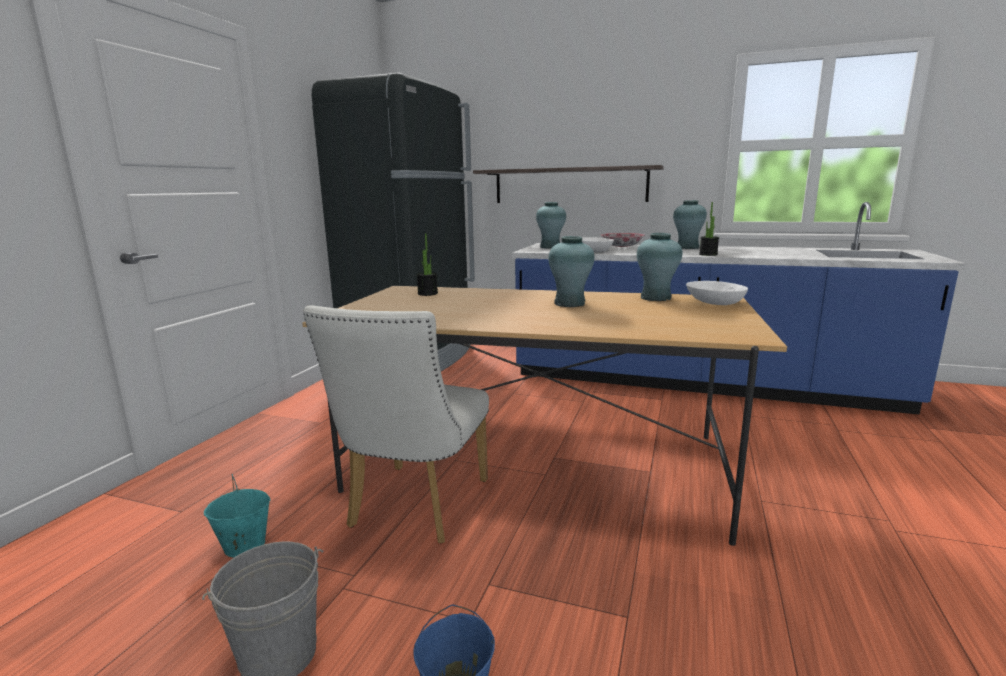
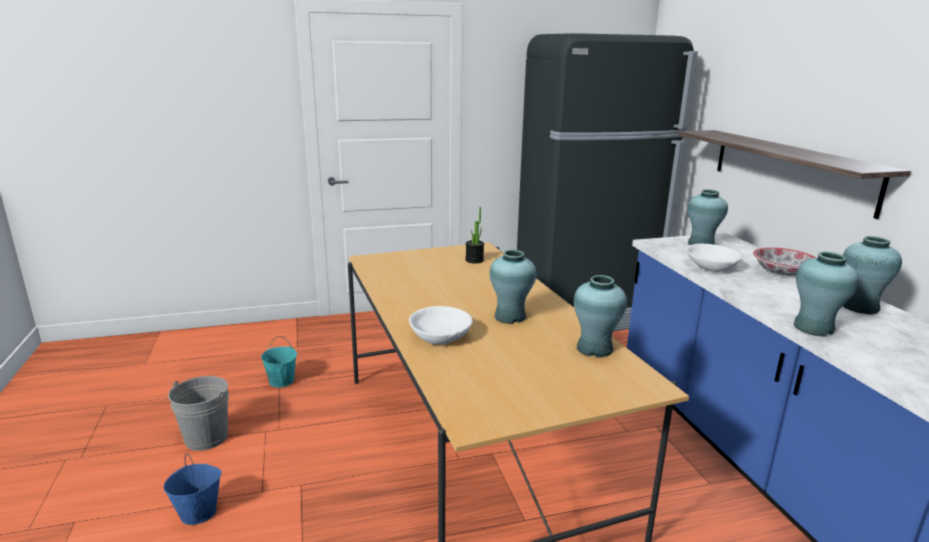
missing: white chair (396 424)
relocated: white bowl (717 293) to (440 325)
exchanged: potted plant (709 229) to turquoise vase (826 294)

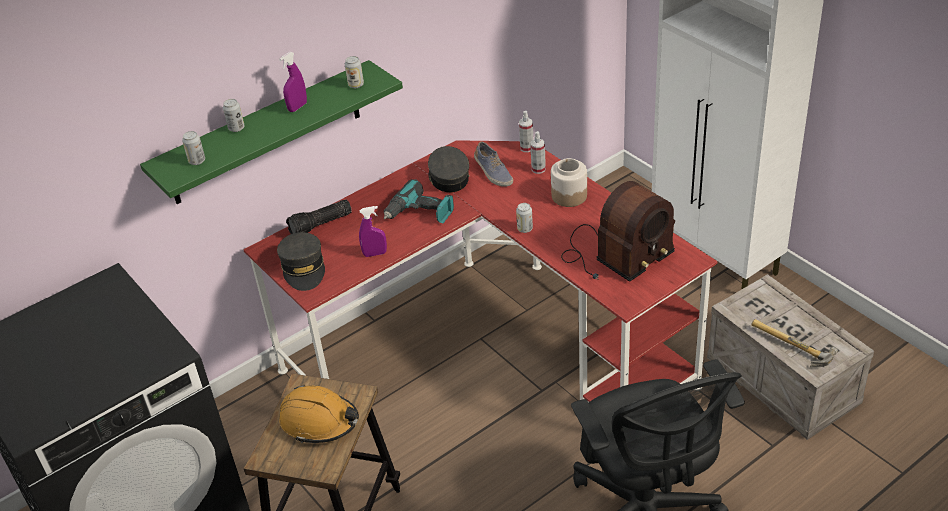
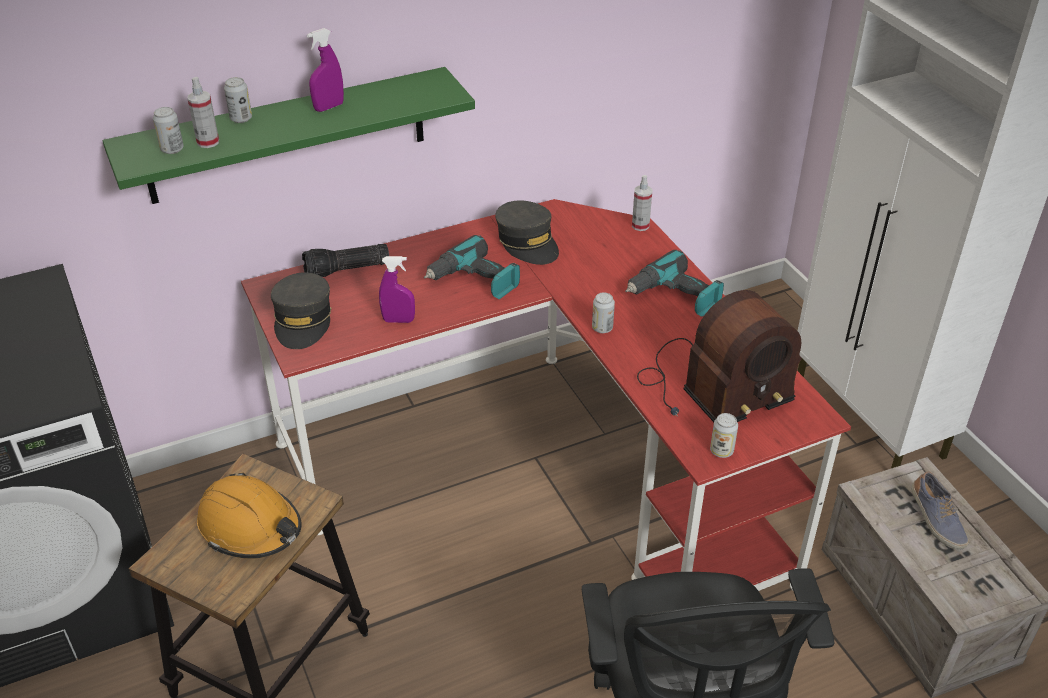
missing: hammer (794 343)
relocated: can (354 72) to (724 435); spray bottle (538 152) to (203 112); shoe (493 164) to (940 511)
exchanged: jar (569 182) to power drill (674 283)
spun: grey cap (449 169) = (527 233) 150 degrees clockwise

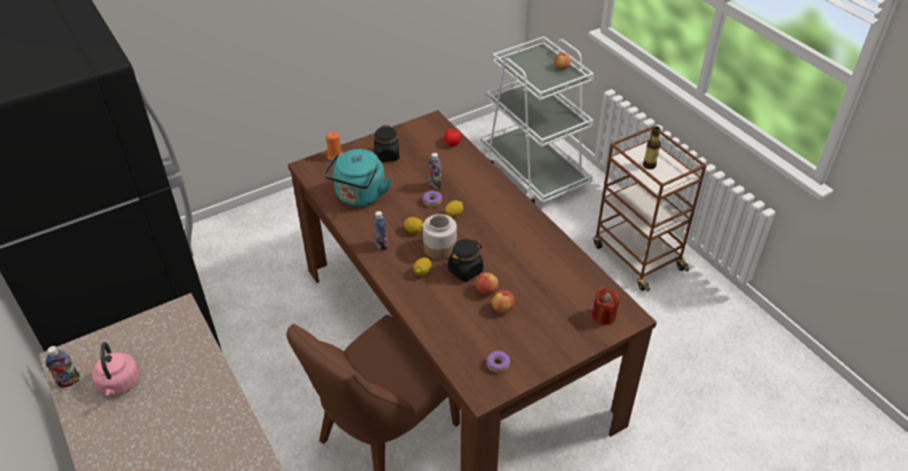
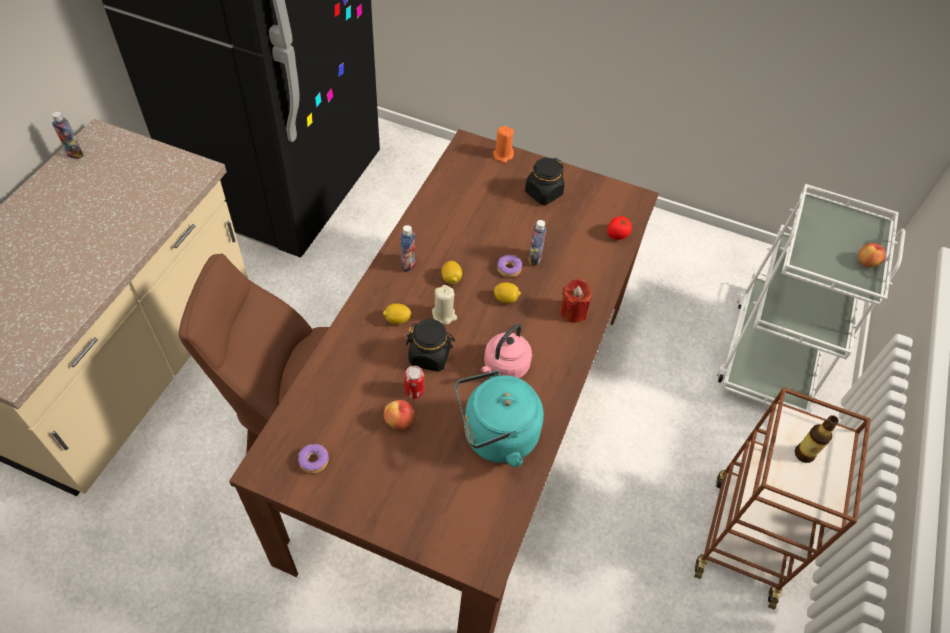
relocated: turquoise kettle (358 178) to (499 418); red candle (606 306) to (576 301); pink kettle (115 369) to (506 350)
exchanged: jar (440 237) to beige candle (444 305); apple (486 284) to can (414 382)

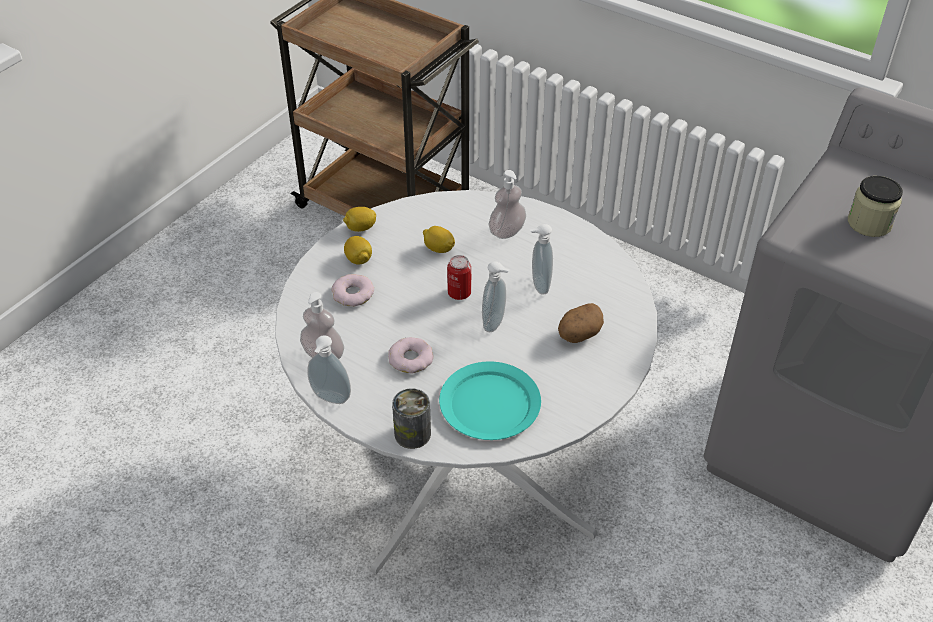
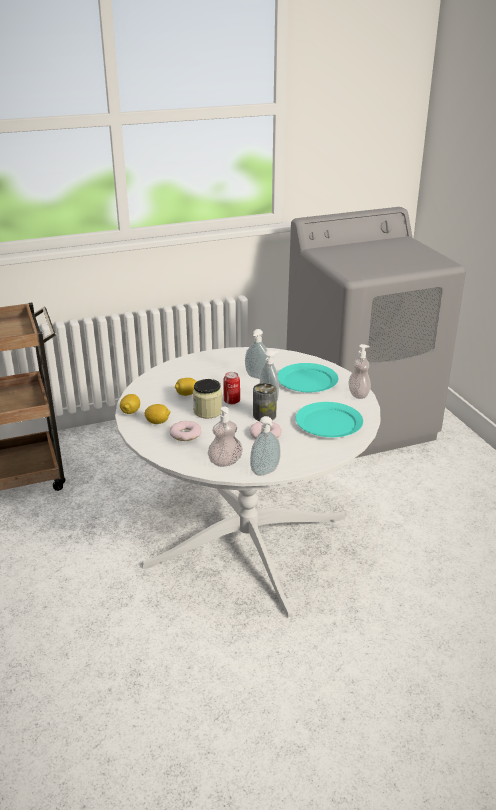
relocated: soap dispenser (507 204) to (359 371); jar (875 206) to (207 399); can (411 419) to (265 402)
exchanged: potato (581 323) to turquoise plate (307 378)

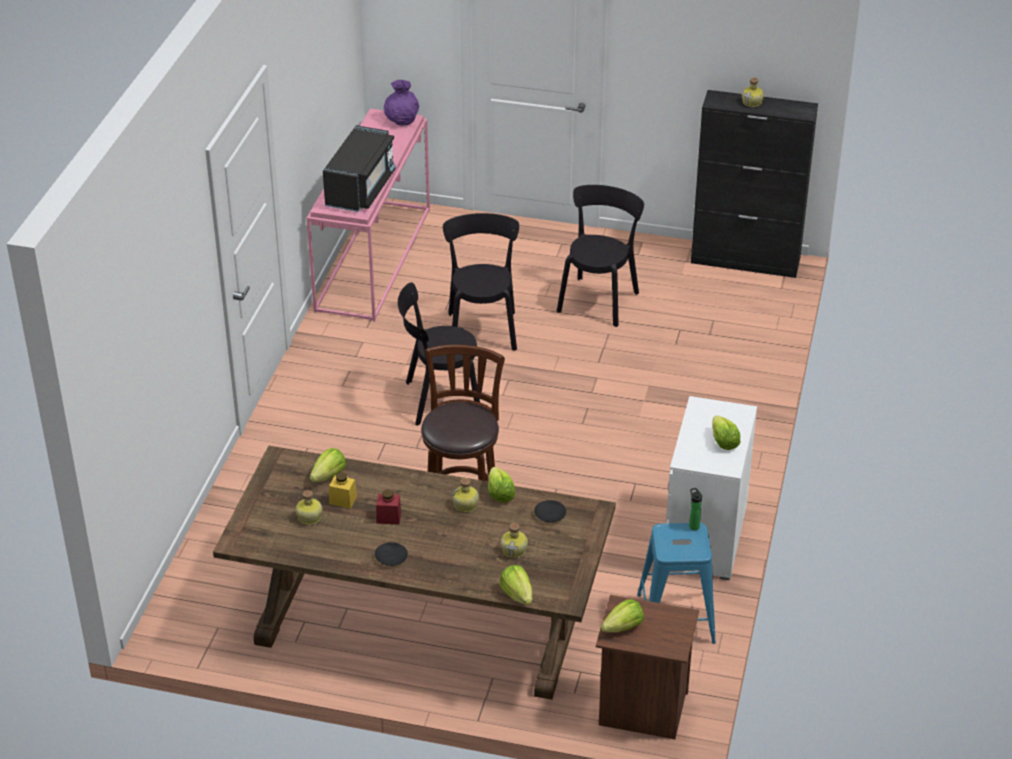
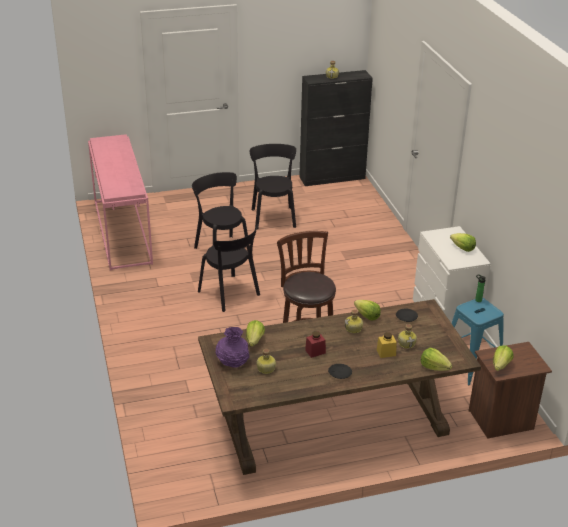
missing: black microwave (359 168)
relocated: purple vase (401 103) to (232 347); yellow jar (343 490) to (387 345)
spun: black chair (439 354) = (229 267) 90 degrees counterclockwise

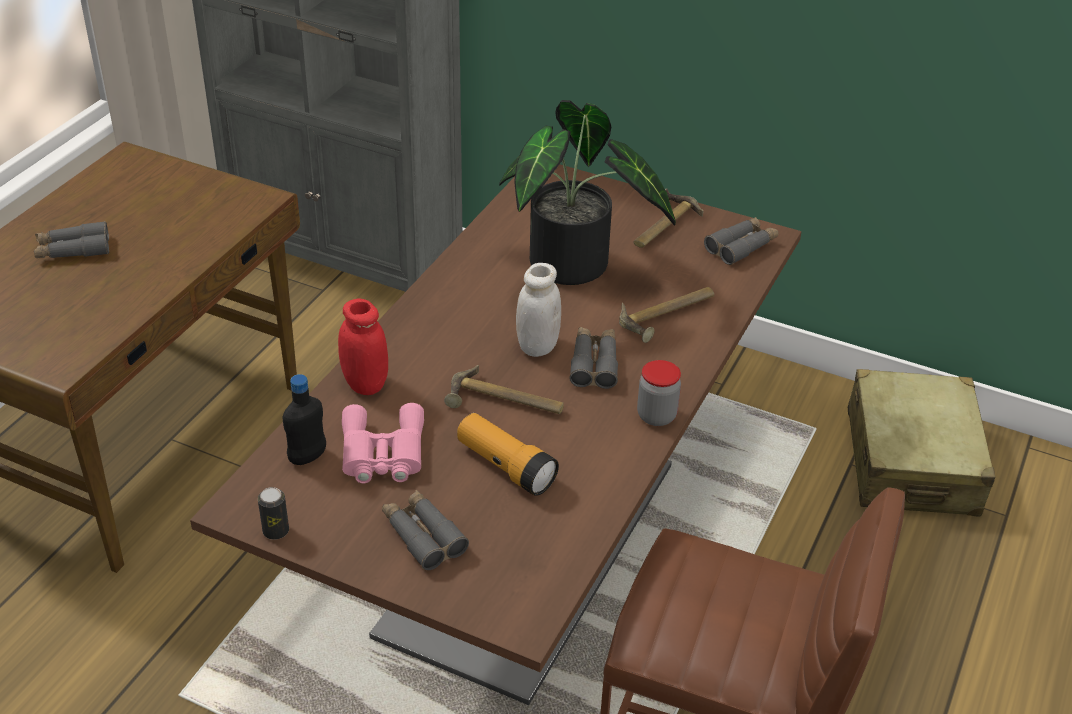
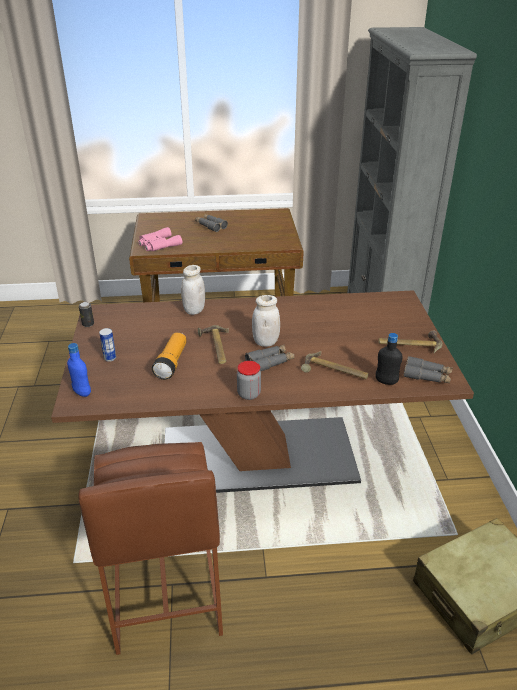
missing: potted plant (587 192)
appeared: blue bottle (79 370)
relocated: black bottle (304 419) to (389 359); pink binoculars (383 443) to (160 239)
exchanged: grey binoculars (425 530) to can (107 345)
colour: red jar (363 347) to white jar (193 290)

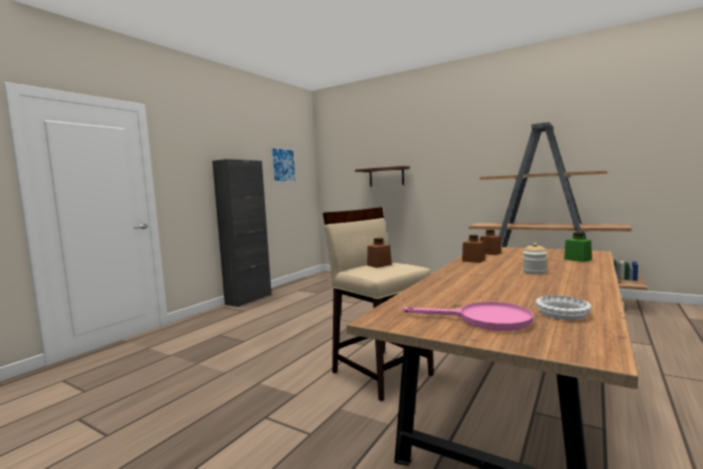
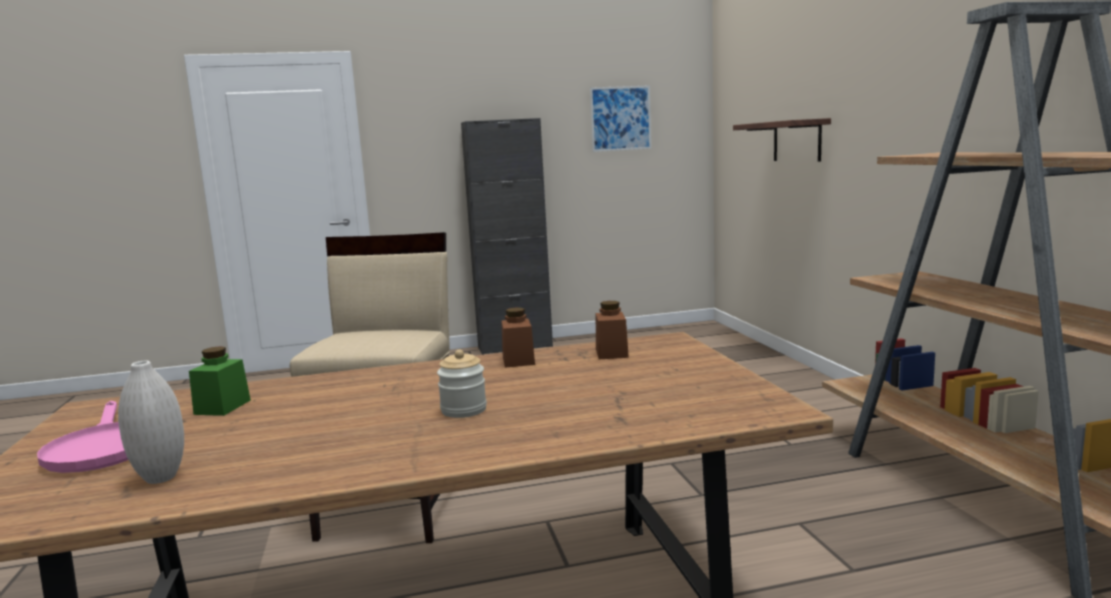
missing: brown jar (379 253)
relocated: green jar (578 247) to (220 381)
exchanged: white bowl (563 308) to white vase (151 422)

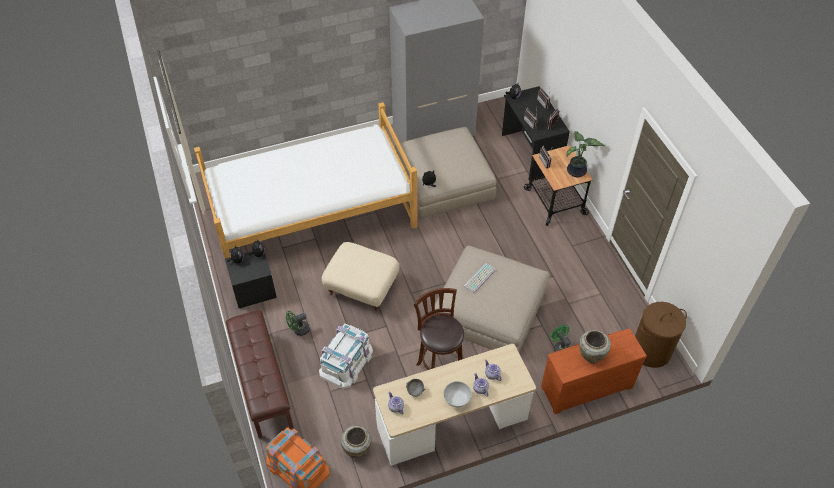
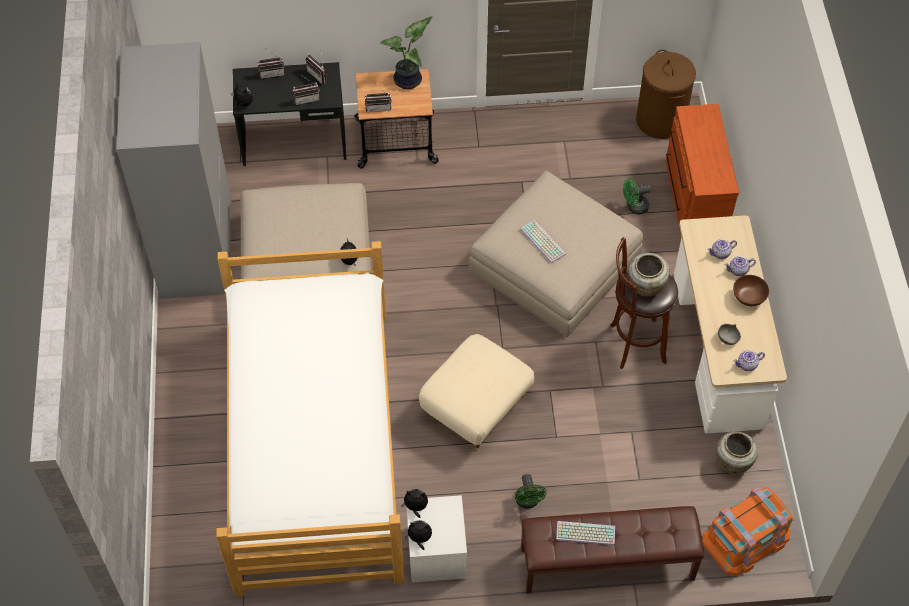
missing: white storage box (346 356)
appeared: keyboard (585 533)
relocated: beige vase (595 346) to (649 275)
colour: black nightstand (251 279) to white nightstand (436 539); white bowl (458 394) to brown bowl (751 290)

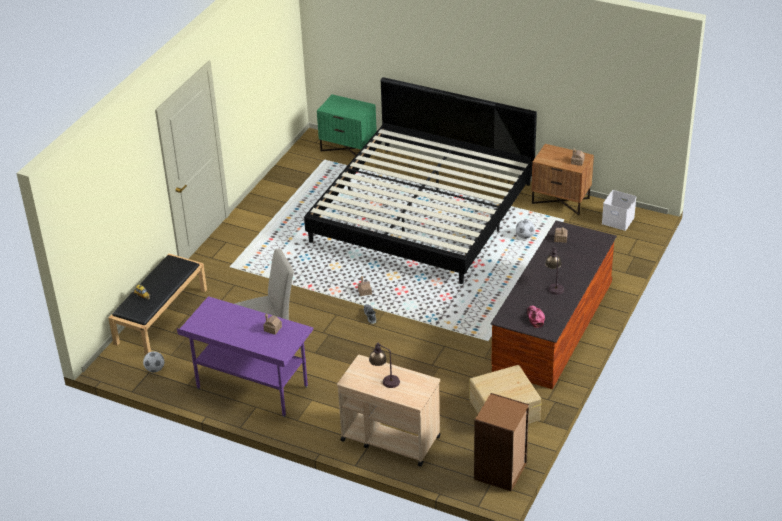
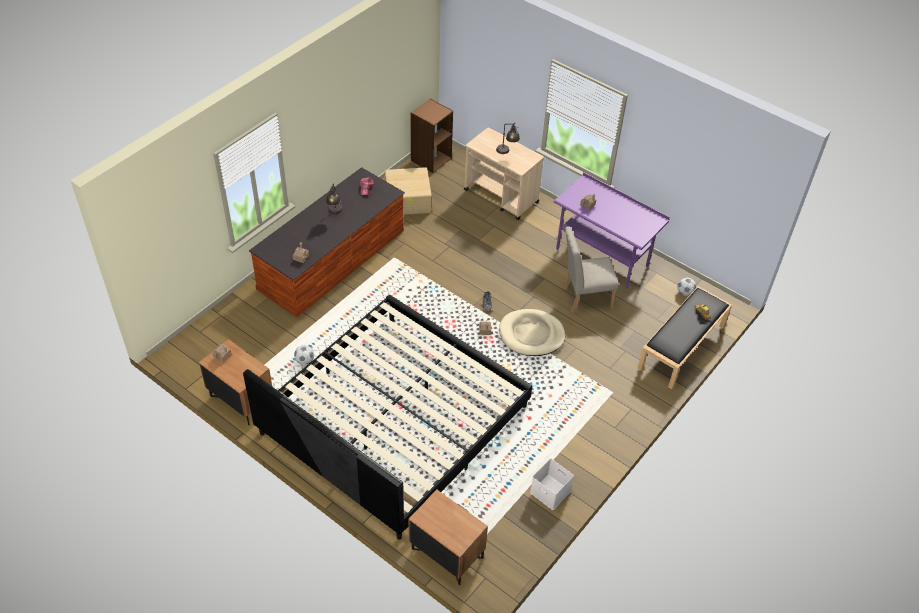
appeared: beige dog bed (532 332)
relocated: white storage box (619 210) to (552 484)
colour: green nightstand (347 125) to brown nightstand (448 537)

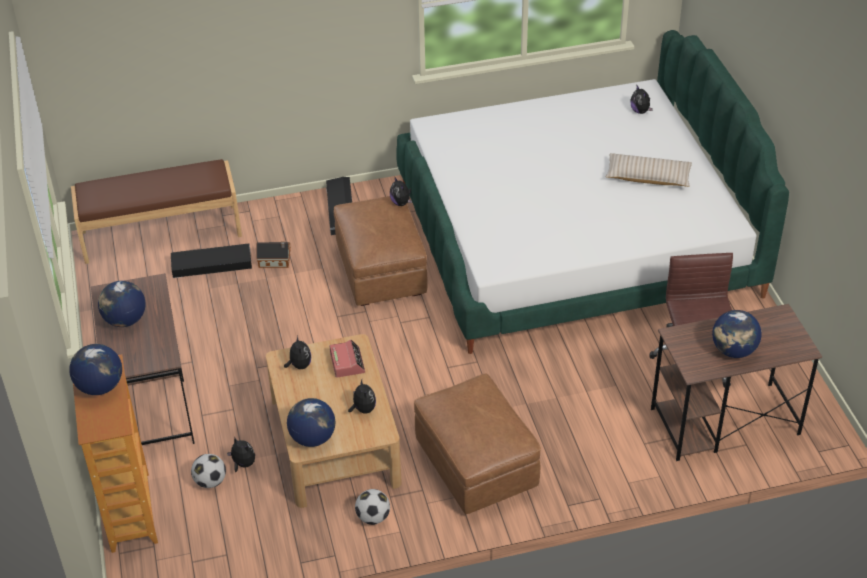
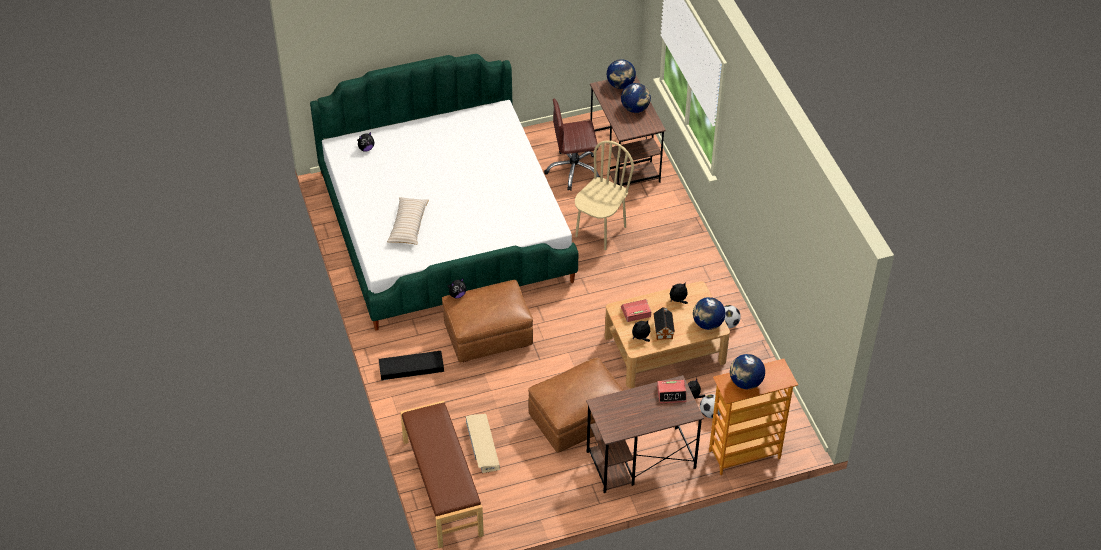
appeared: beige chair (604 195); alarm clock (672 391)
relocated: beige pillow (649 170) to (408 221); toy house (273 255) to (664 323); globe (122 304) to (621 74); brown ottoman (477 444) to (576 405)
colour: black storage box (211 261) to beige storage box (483 443)

